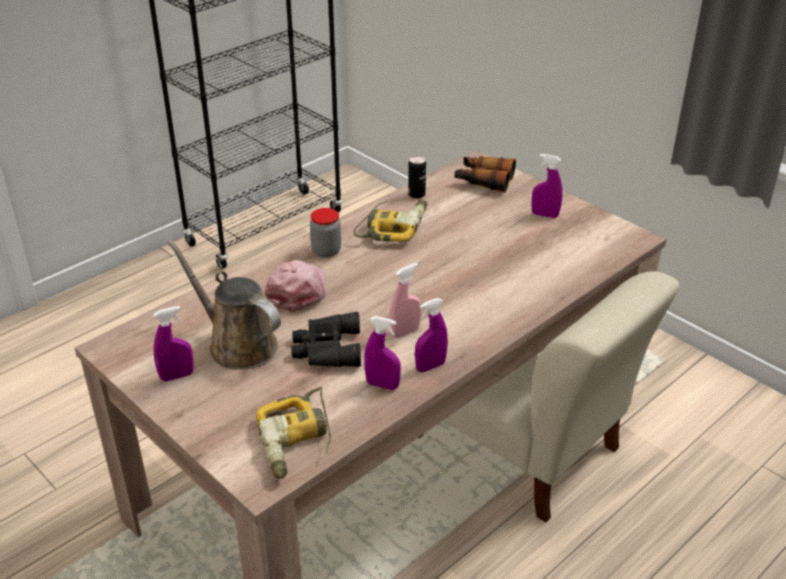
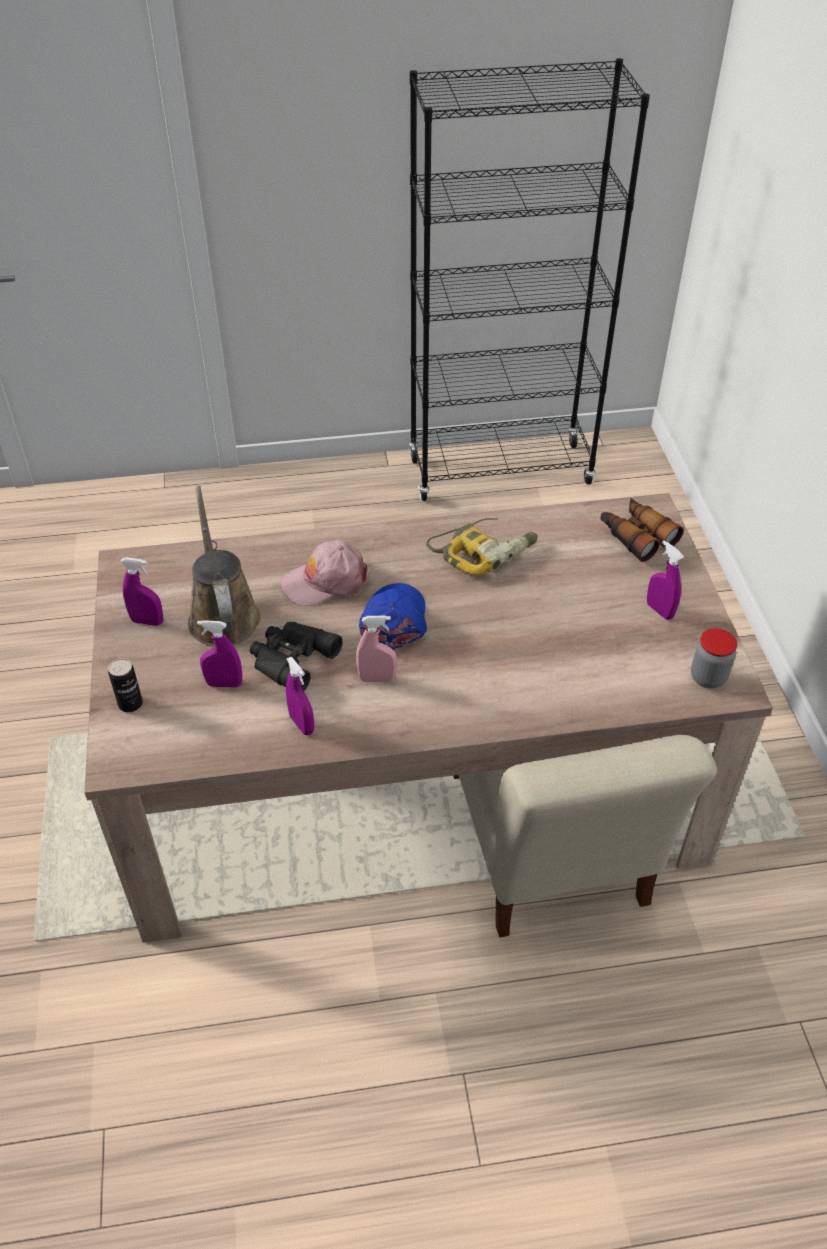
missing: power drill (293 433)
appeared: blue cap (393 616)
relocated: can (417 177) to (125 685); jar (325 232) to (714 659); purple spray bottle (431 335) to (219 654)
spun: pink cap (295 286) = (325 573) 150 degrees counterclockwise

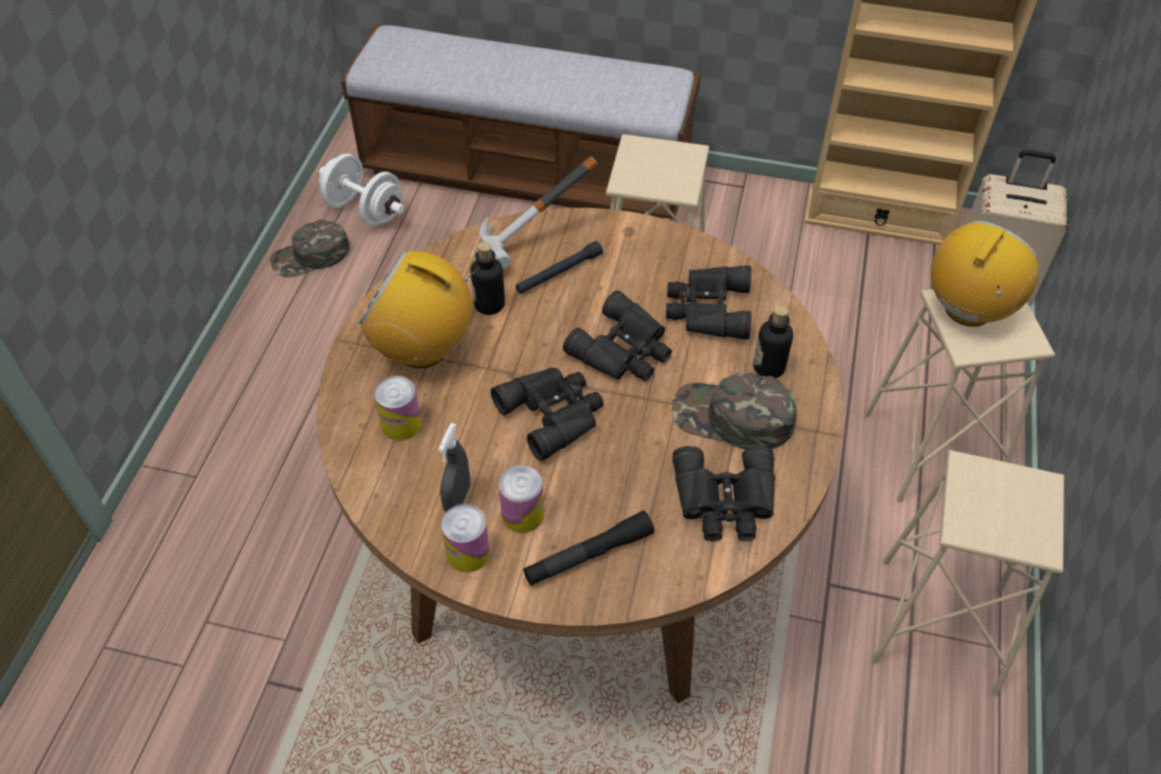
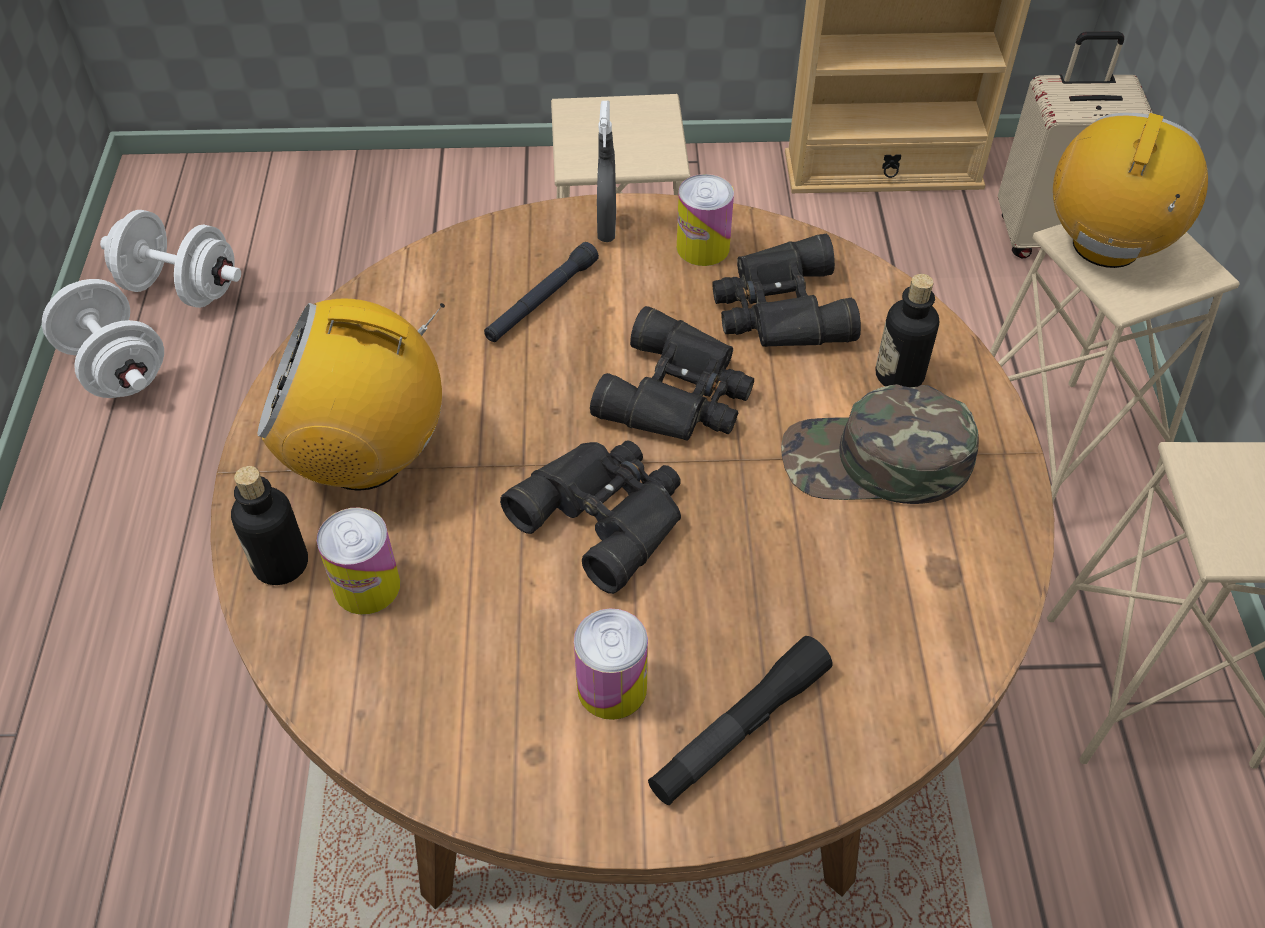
missing: bench (521 121); hammer (538 212); black binoculars (724 493)
relocated: bottle (487 278) to (269 525); grey spray bottle (454 467) to (606 171); can (465 538) to (705 220)
exchanged: green cap (310 249) to white dumbbell (103 338)

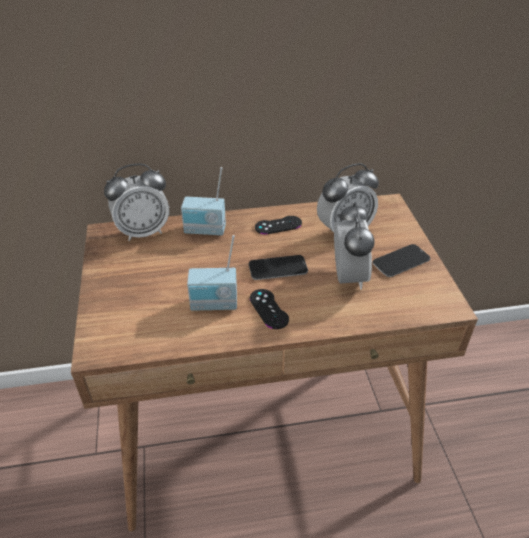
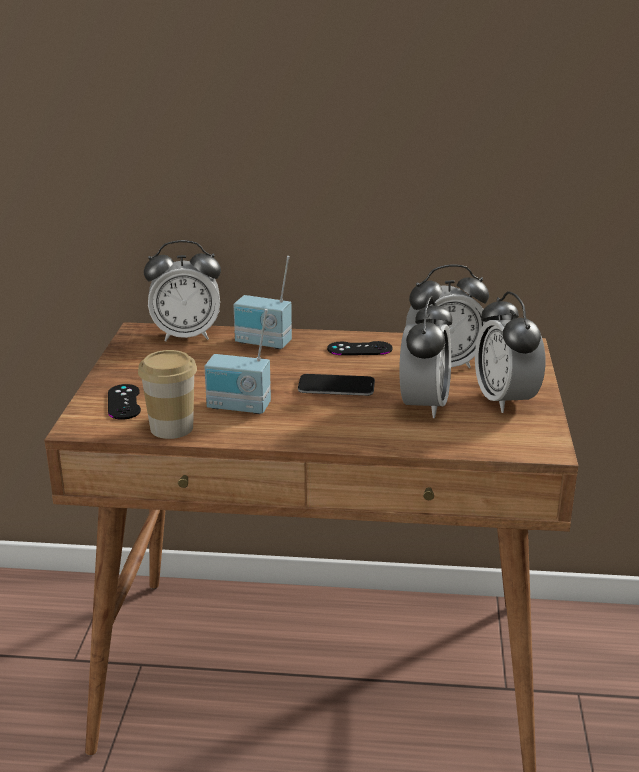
appeared: cup (167 394)
relocated: black game controller (269 309) to (124 402)
exchanged: phone (401 260) to alarm clock (510 352)

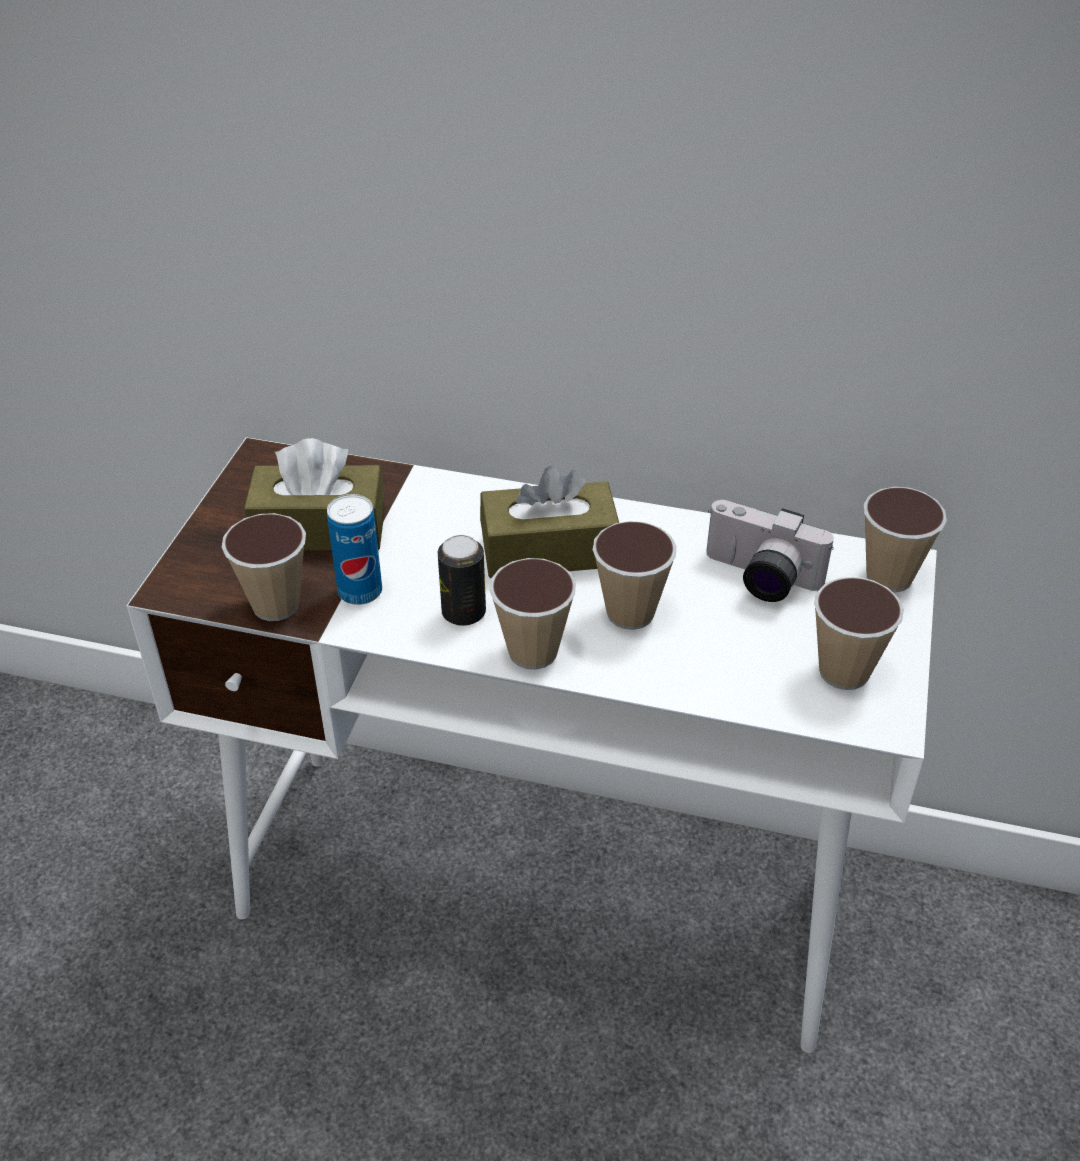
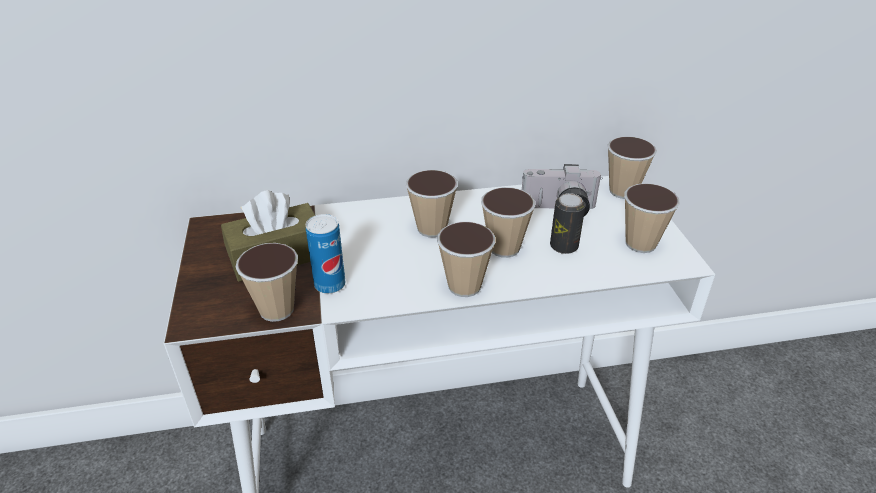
relocated: can (462 580) to (567 223)
exchanged: brown tissue box (549 522) to cup (432 203)

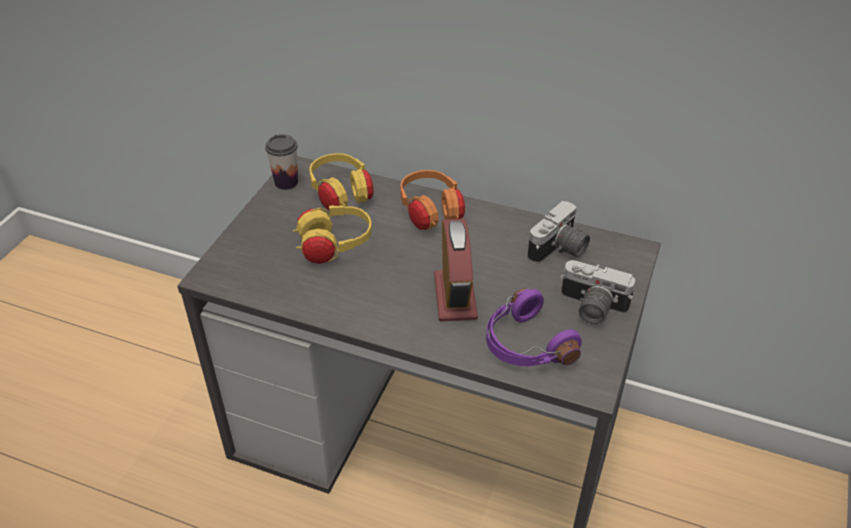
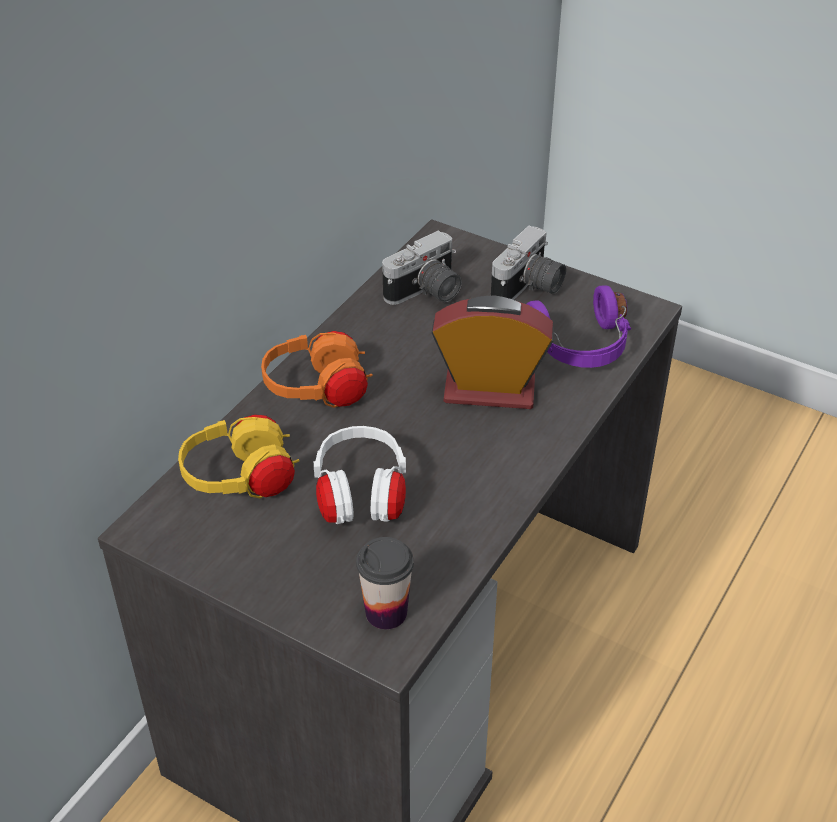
relocated: cup (281 162) to (385 583)
colour: yellow headphones (332 234) to white headphones (360 475)
spun: photo camera (558 232) = (422 268) 90 degrees clockwise

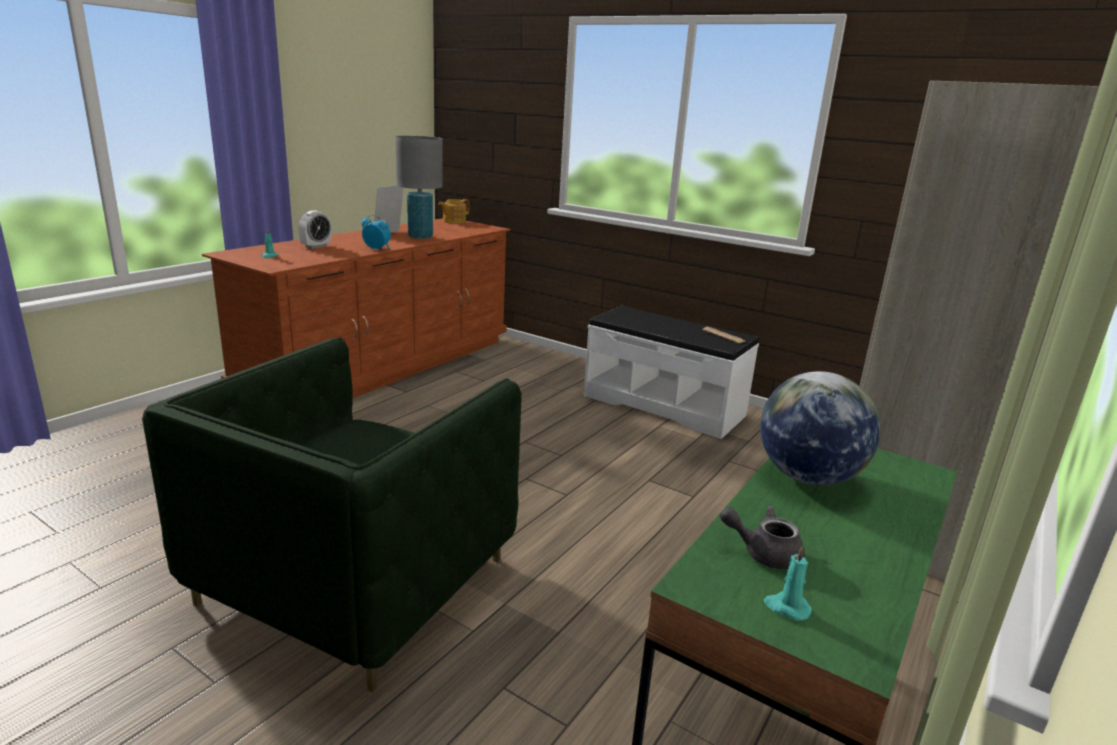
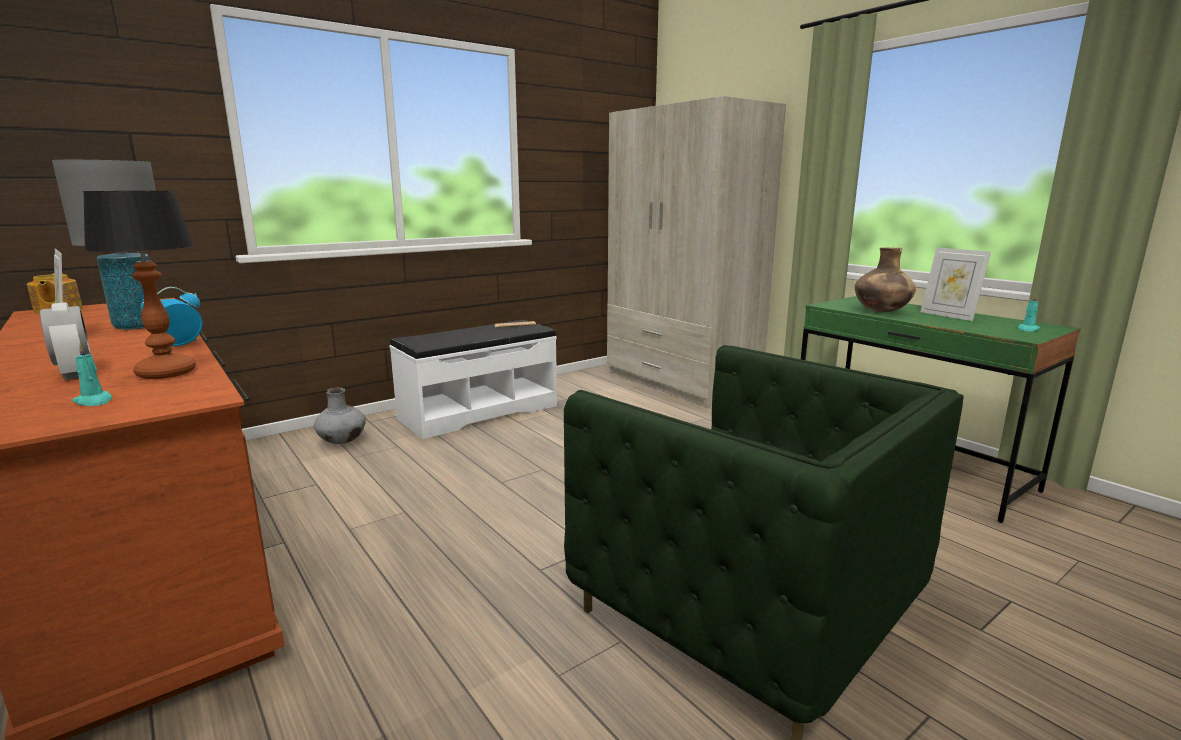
missing: grey teapot (762 537)
appeared: table lamp (139 285); picture frame (955 284); grey vase (340 415)
exchanged: globe (820 428) to brown vase (885 279)

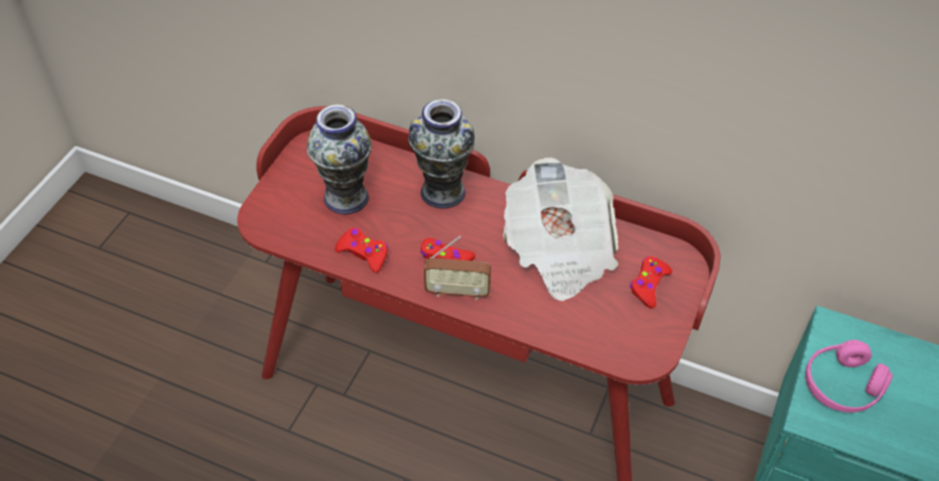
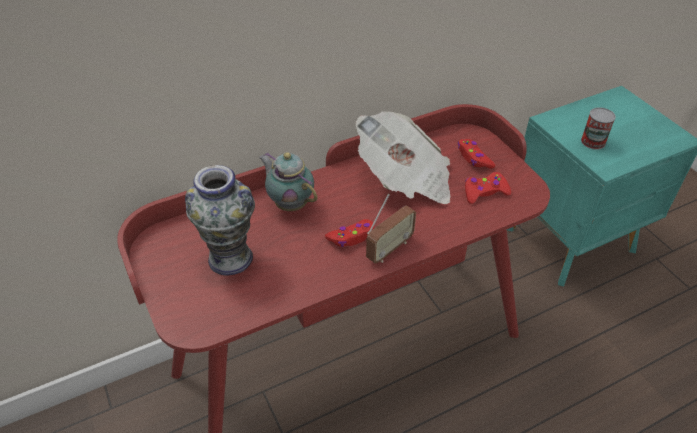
relocated: red game controller (361 250) to (488 188)
exchanged: vase (441 154) to teapot (288 181); pink headphones (849 376) to can (598 128)

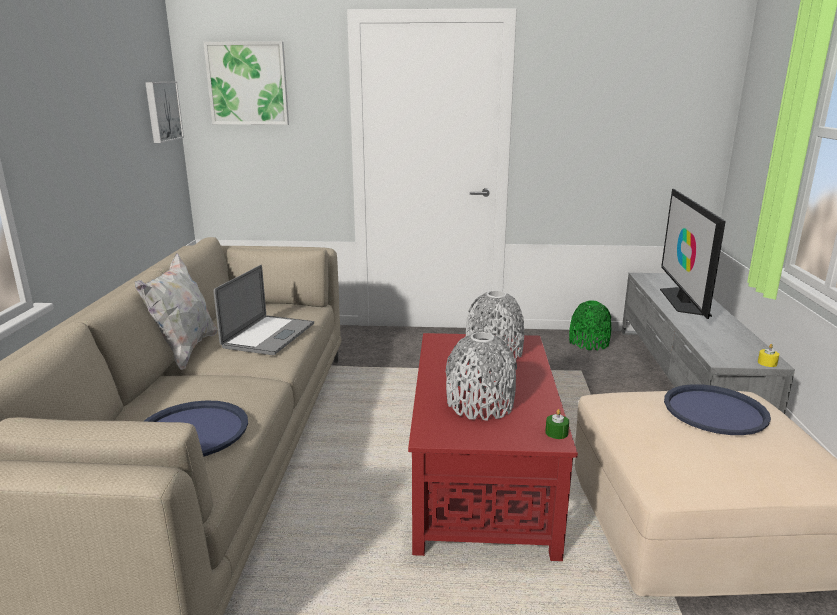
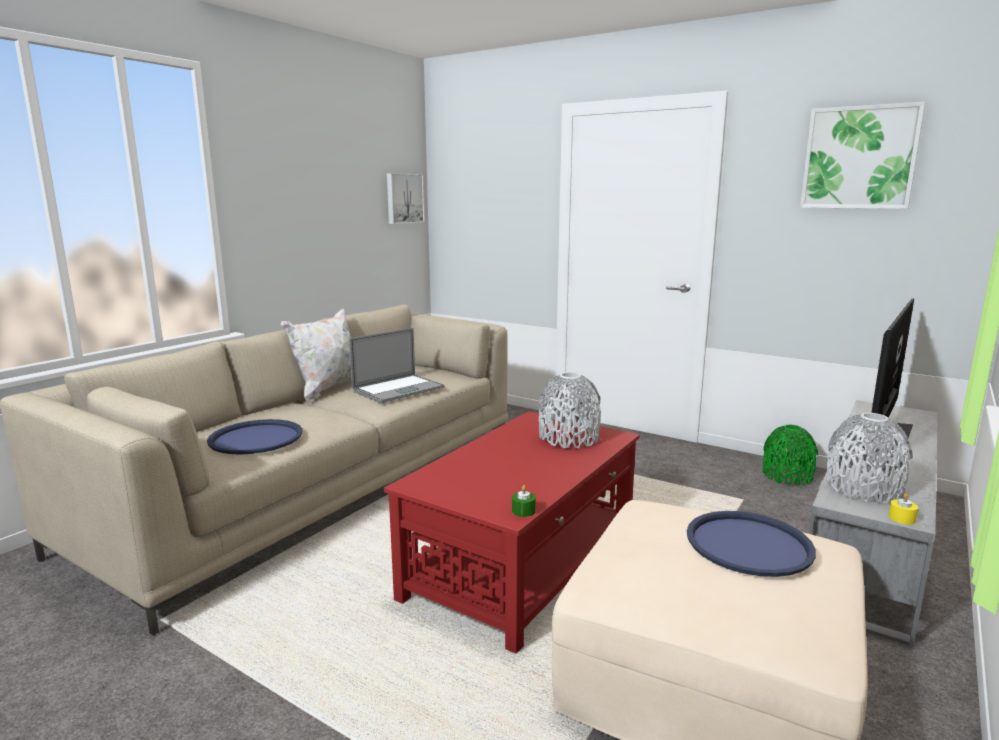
relocated: picture (246 83) to (862 155); grey vase (481 376) to (869 458)

